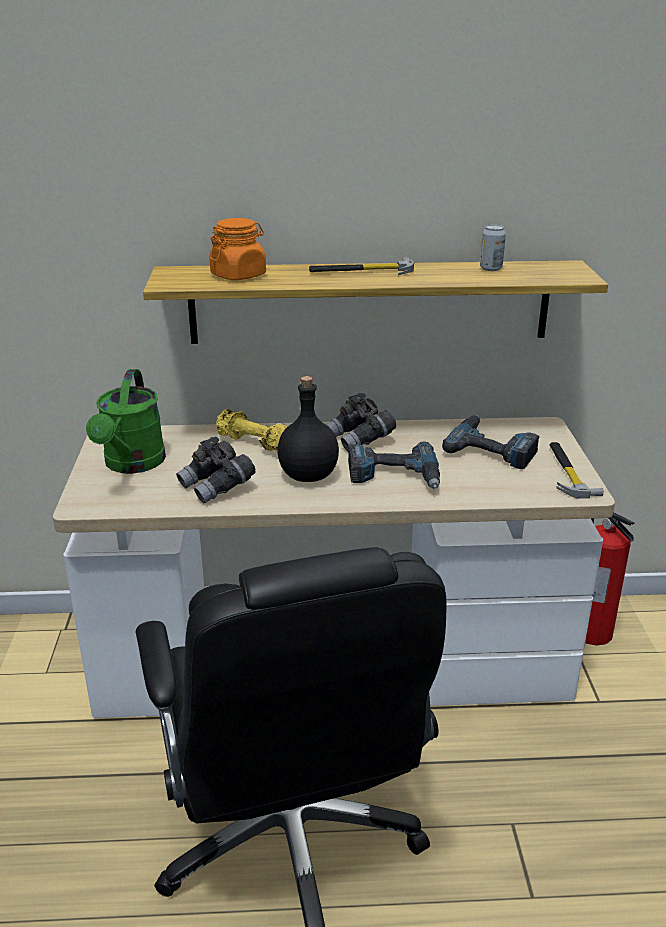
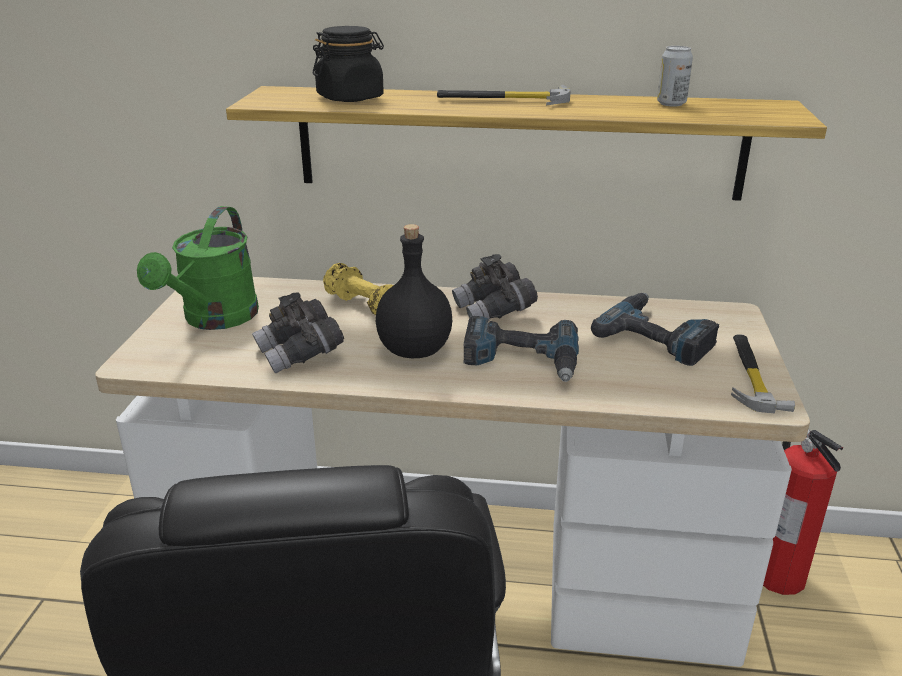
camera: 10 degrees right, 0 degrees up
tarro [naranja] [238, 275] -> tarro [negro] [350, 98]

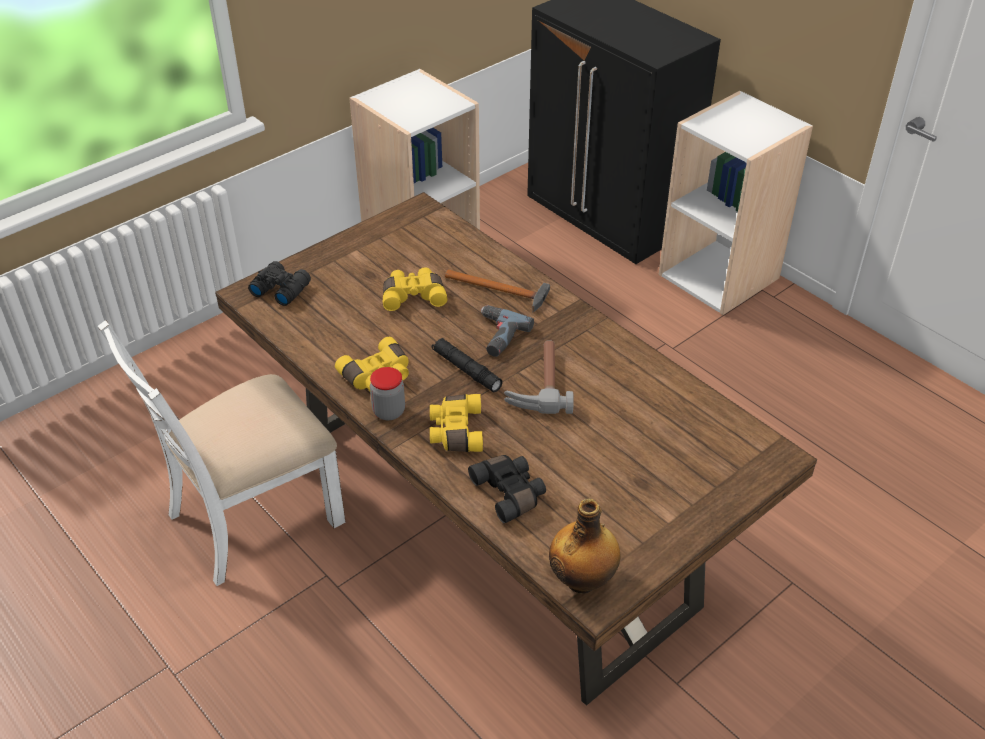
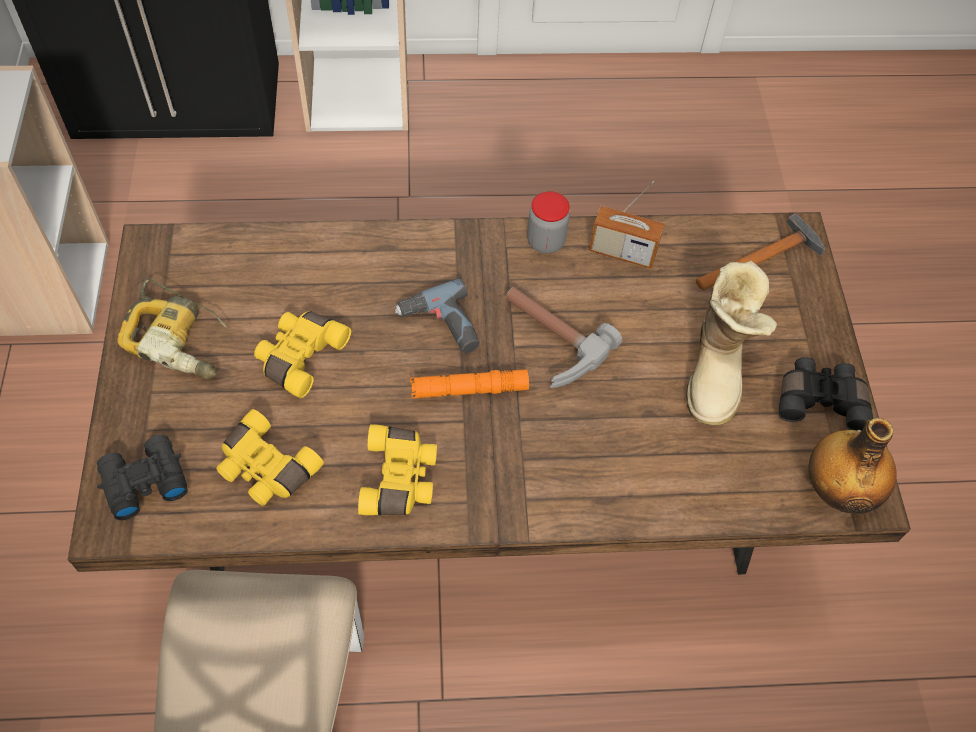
camera: 55 degrees left, 15 degrees up
tarro [389, 411] -> tarro [545, 242], shifted
prismáticos [amarillo] [455, 431] -> prismáticos [amarillo] [265, 469], shifted
linterna [negro] [466, 370] -> linterna [naranja] [469, 389]
martillo [500, 290] -> martillo [761, 258], shifted
prismáticos [negro] [510, 493] -> prismáticos [negro] [820, 400], shifted
none -> taladro [180, 338]
none -> radio [622, 252]
none -> bota [718, 370]

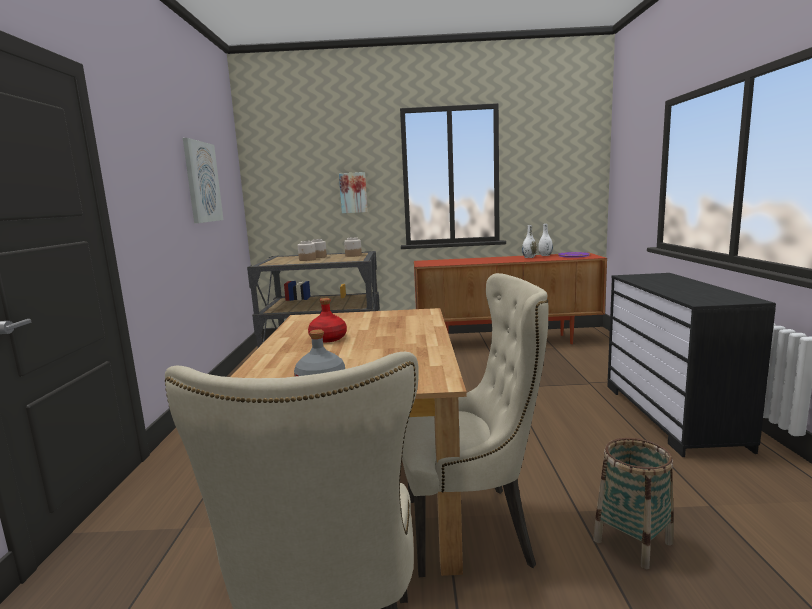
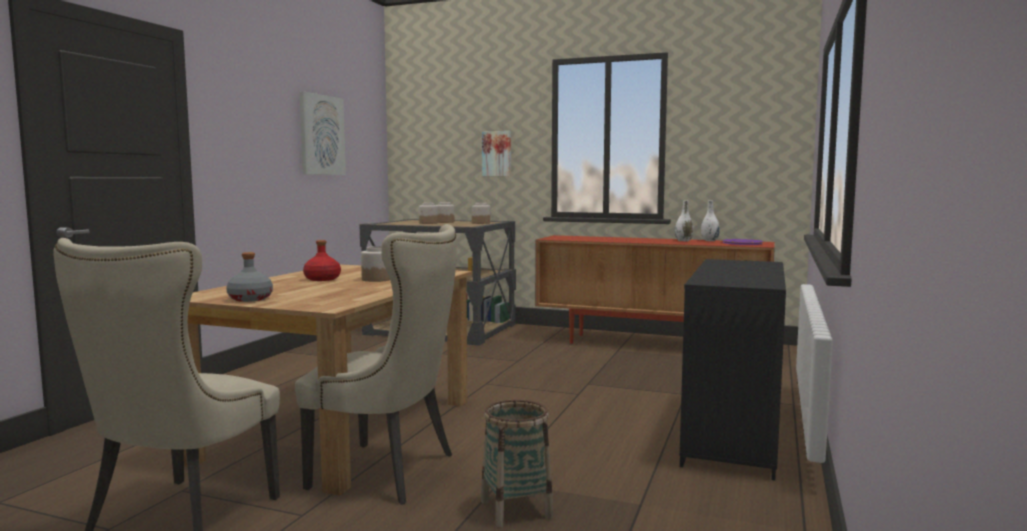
camera: 20 degrees right, 5 degrees down
none -> tarro [377, 279]

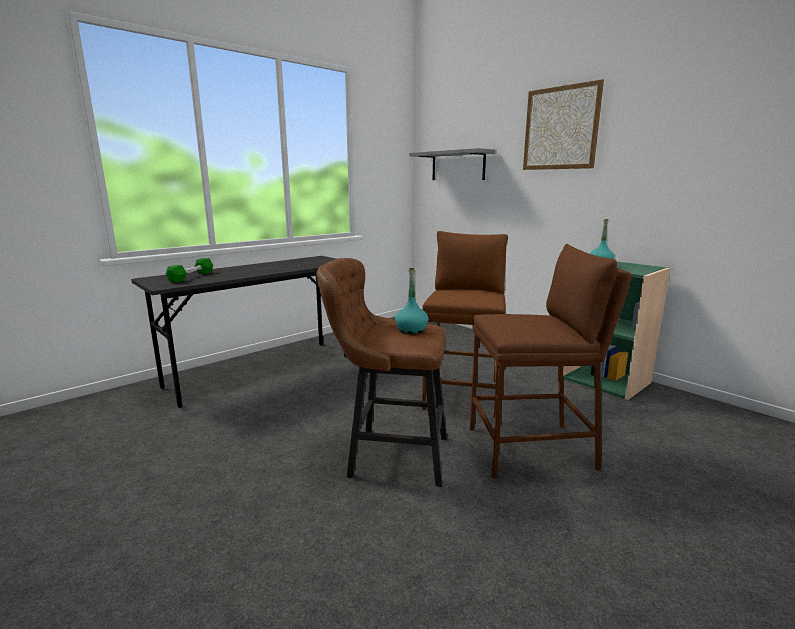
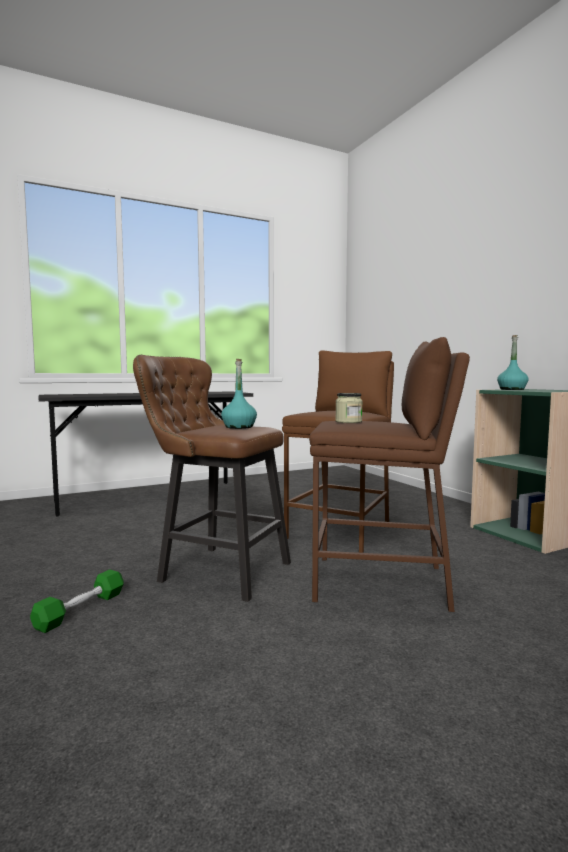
camera: 15 degrees right, 10 degrees down
mancuerna [verde] [191, 277] -> mancuerna [verde] [81, 610], shifted
estante [gris] [458, 166] -> none
cuadro [561, 127] -> none
none -> tarro [348, 421]

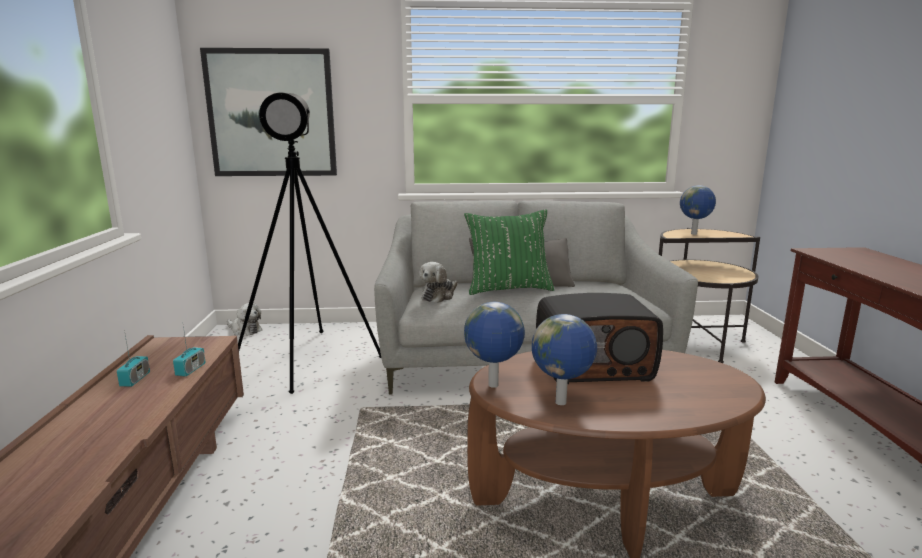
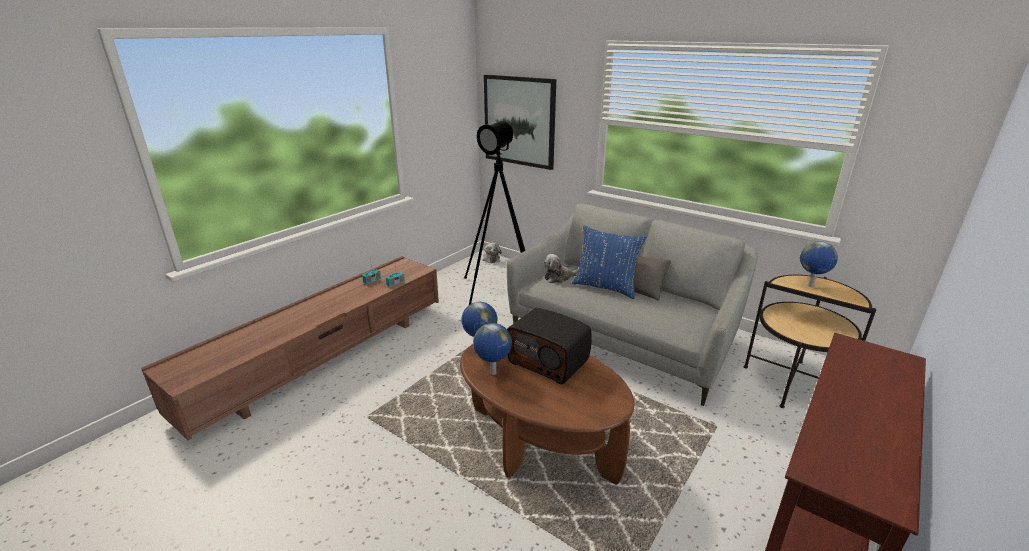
camera: 40 degrees right, 10 degrees up
cojín [verde] [508, 289] -> cojín [azul] [605, 287]

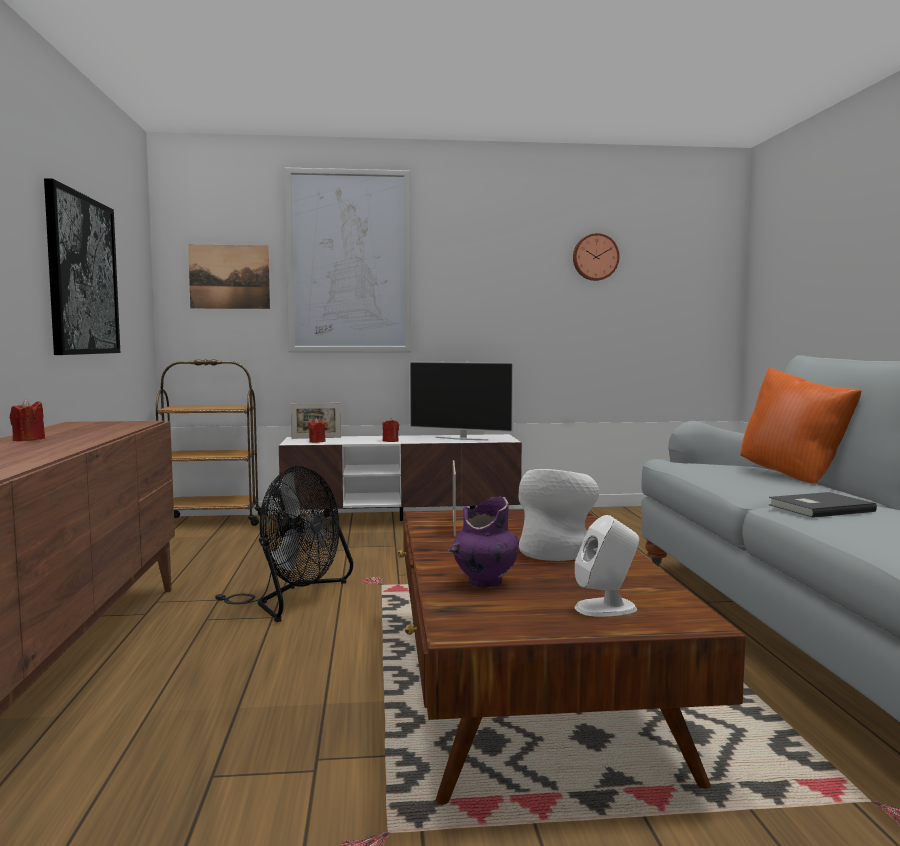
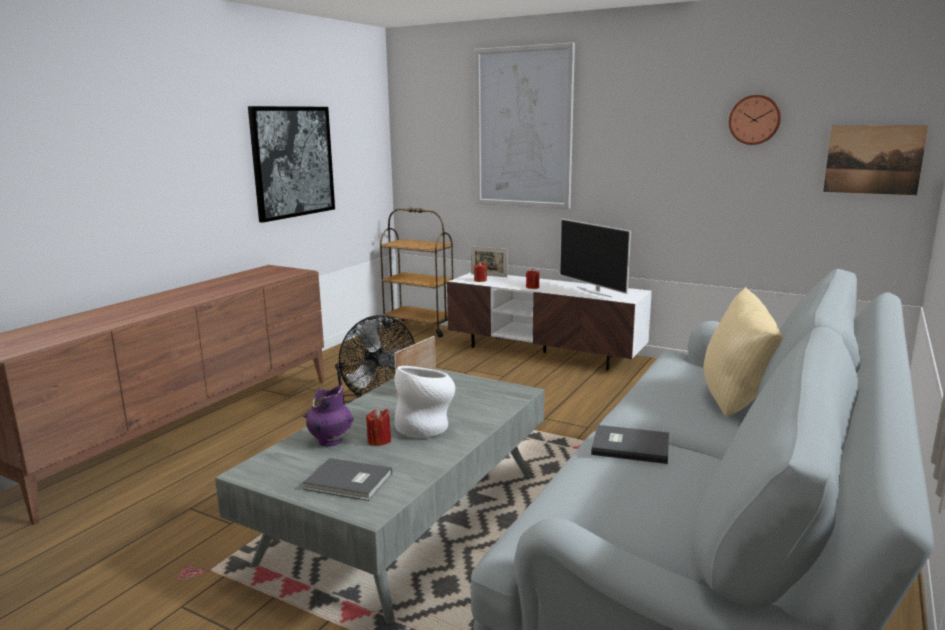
camera: 35 degrees right, 10 degrees up
vela [rojo] [28, 440] -> vela [rojo] [379, 441], shifted
cuadro [229, 277] -> cuadro [873, 159], shifted
mesa de centro [marrón] [525, 687] -> mesa de centro [gris] [404, 515]
altavoz [blanco] [606, 608] -> libro [gris] [348, 483]
cojín [naranja] [794, 476] -> cojín [beis] [738, 402]

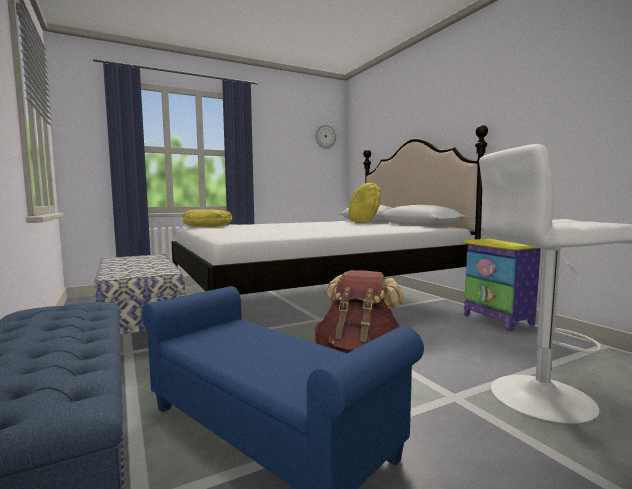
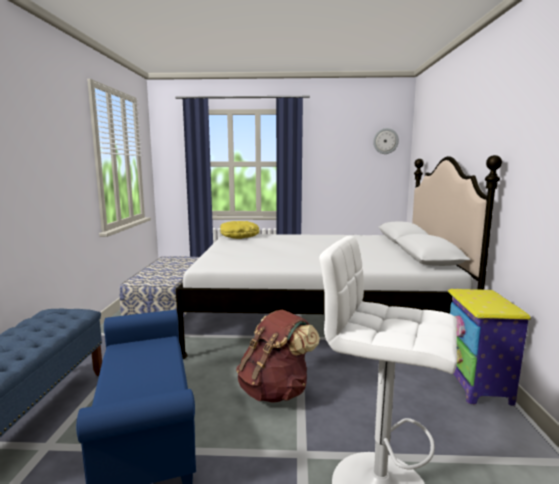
camera: 30 degrees right, 5 degrees up
cojín [amarillo] [364, 223] -> none

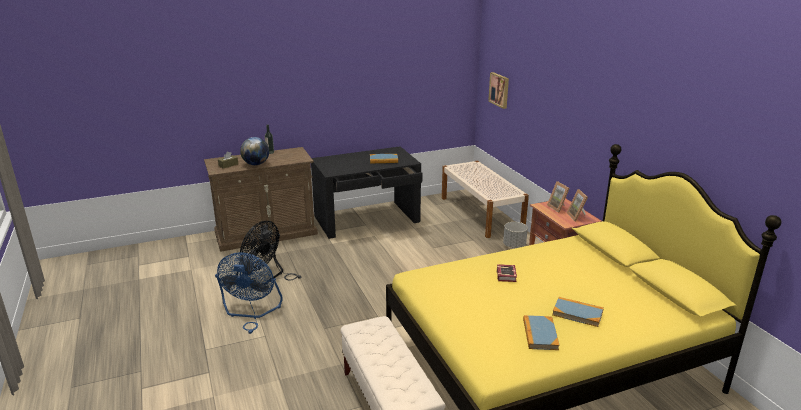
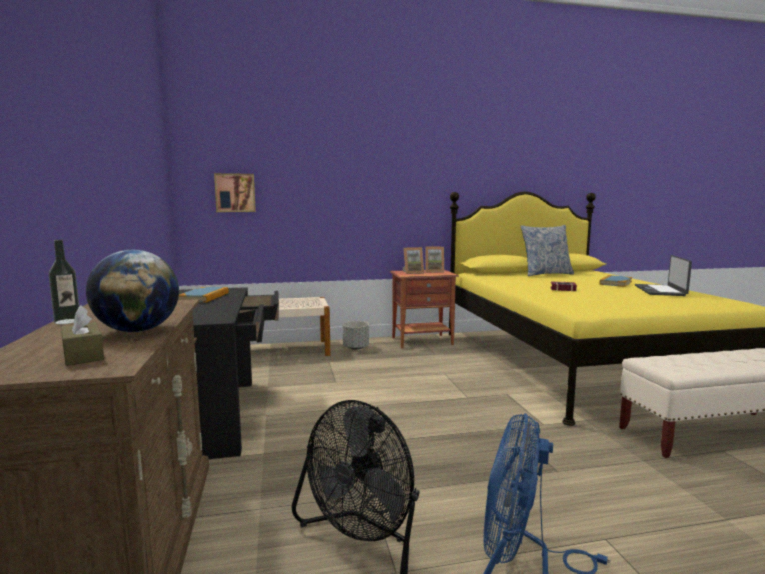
camera: 80 degrees left, 15 degrees down
libro [540, 334] -> portátil [660, 290]
none -> cojín [545, 274]

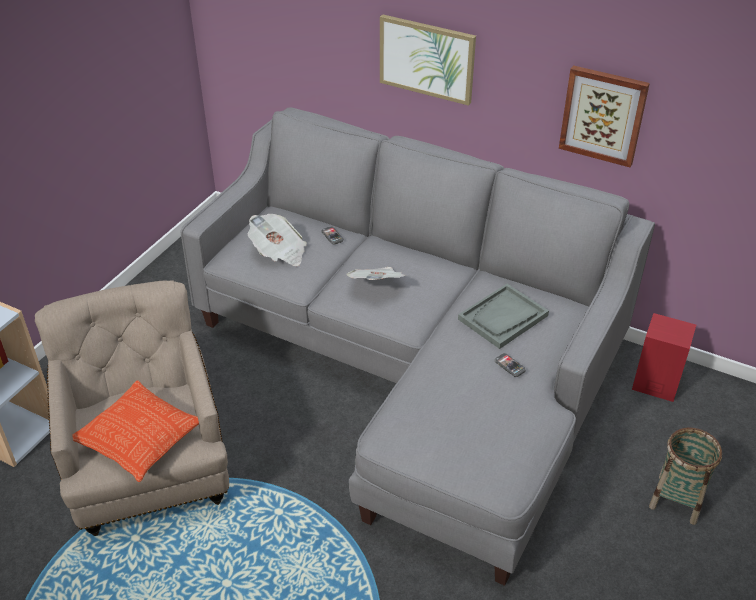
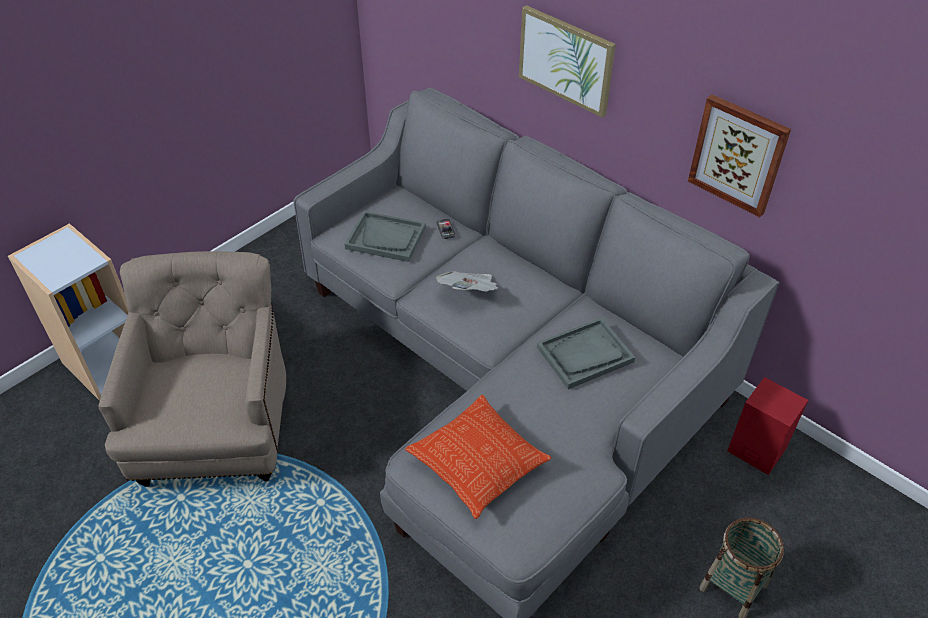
camera: 15 degrees right, 5 degrees up
cojín [naranja] [140, 440] -> cojín [naranja] [478, 464], shifted
periódico [279, 252] -> bandeja [gris] [386, 238]
móvil [510, 366] -> none

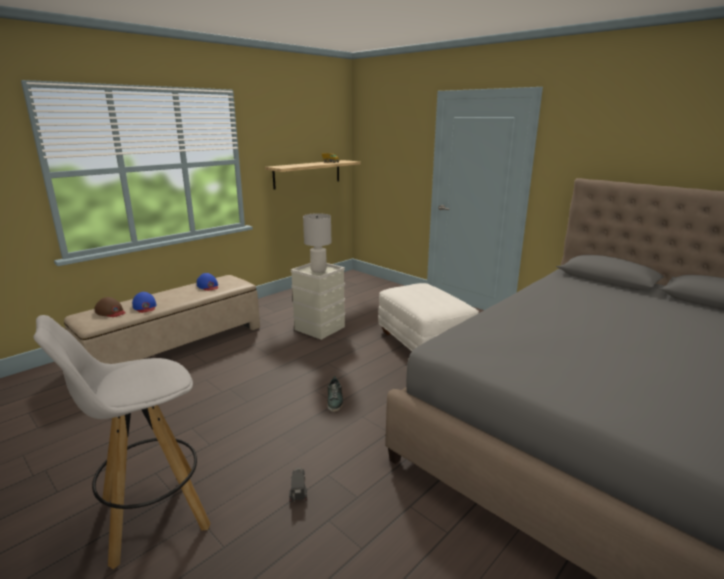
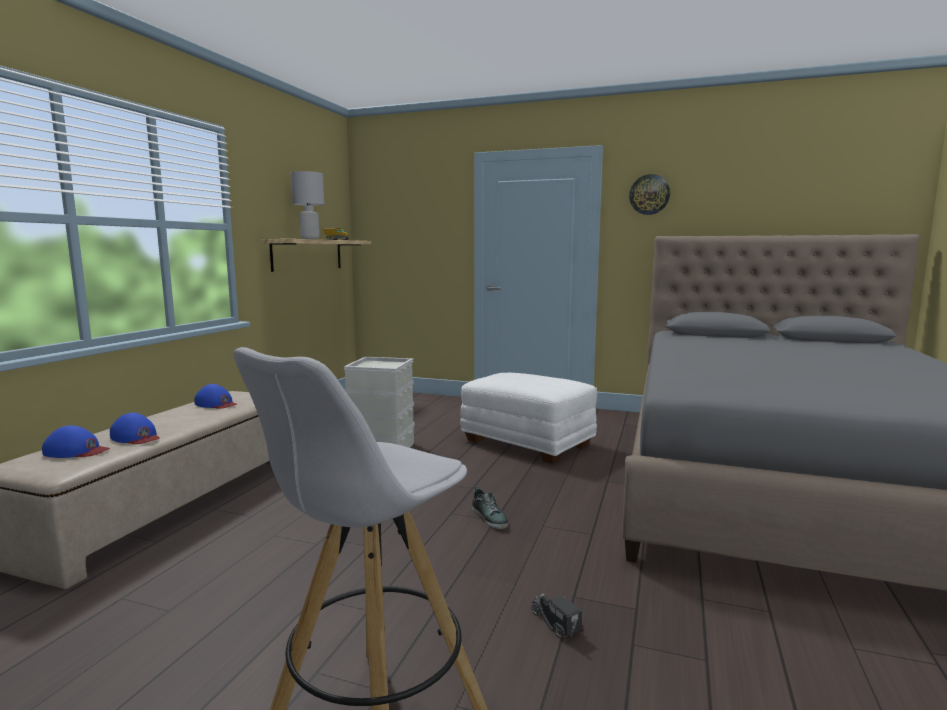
camera: 25 degrees left, 10 degrees down
gorra [marrón] [111, 312] -> gorra [azul] [76, 451]
lámpara de mesa [gris] [318, 271] -> lámpara de mesa [gris] [310, 239], shifted
none -> reloj de pared [649, 194]

